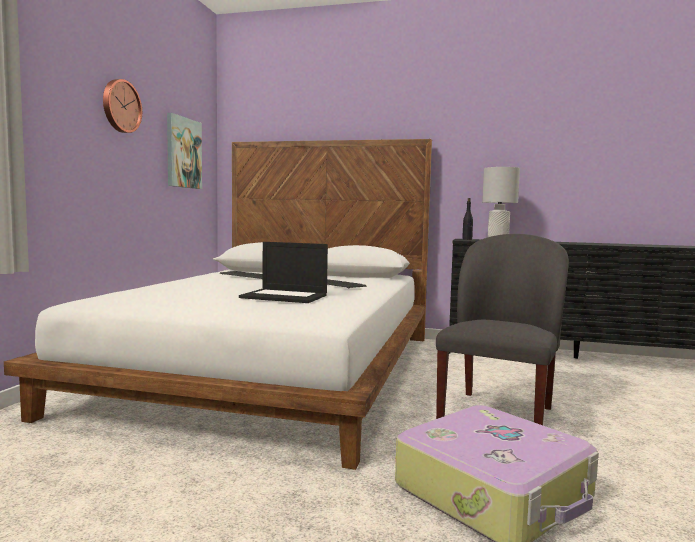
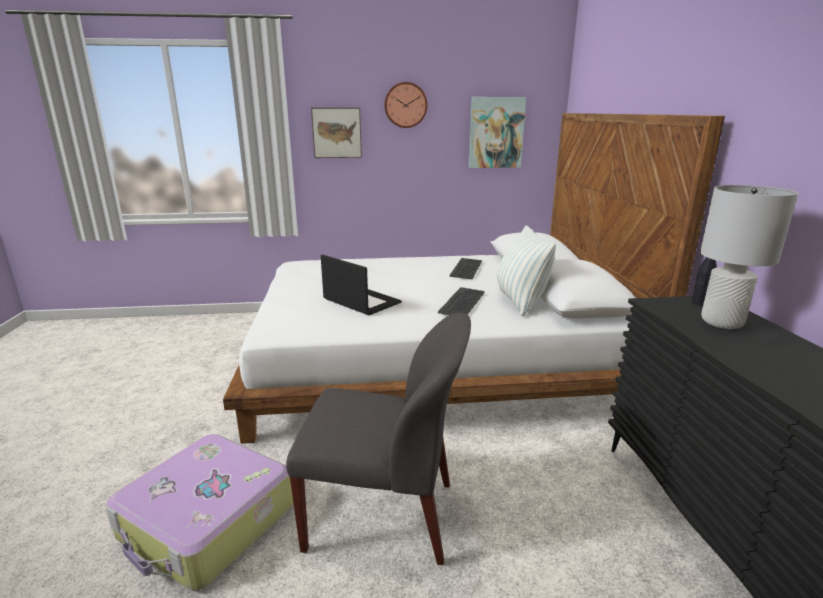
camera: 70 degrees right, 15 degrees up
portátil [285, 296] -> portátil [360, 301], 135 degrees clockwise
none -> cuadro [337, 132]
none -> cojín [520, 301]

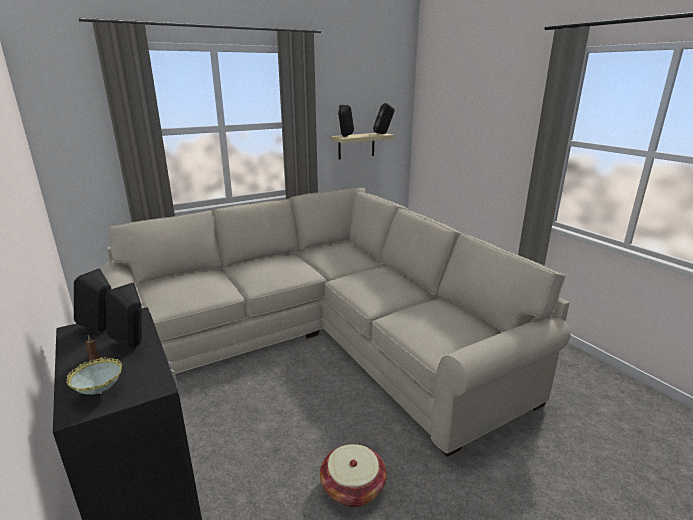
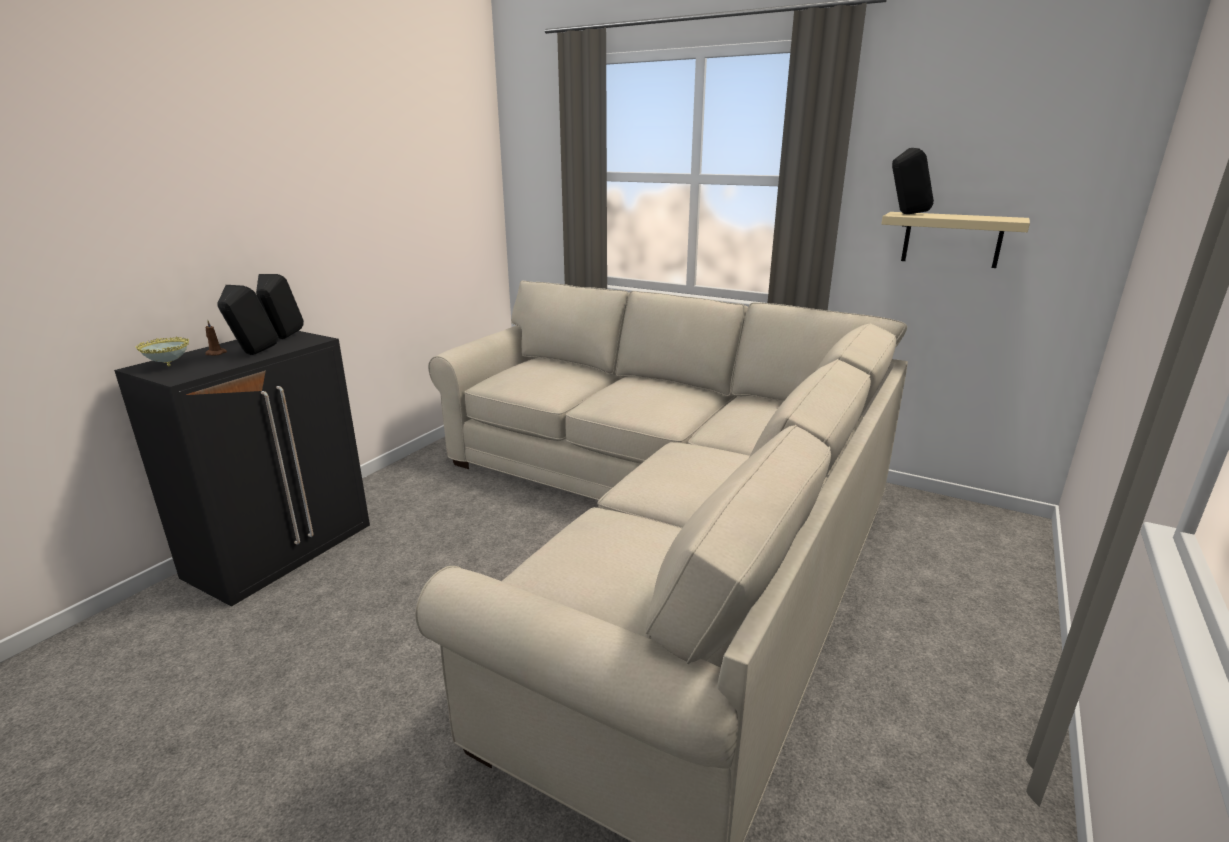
camera: 60 degrees right, 0 degrees up
cesta [353, 487] -> none
altavoz [negro] [383, 134] -> none

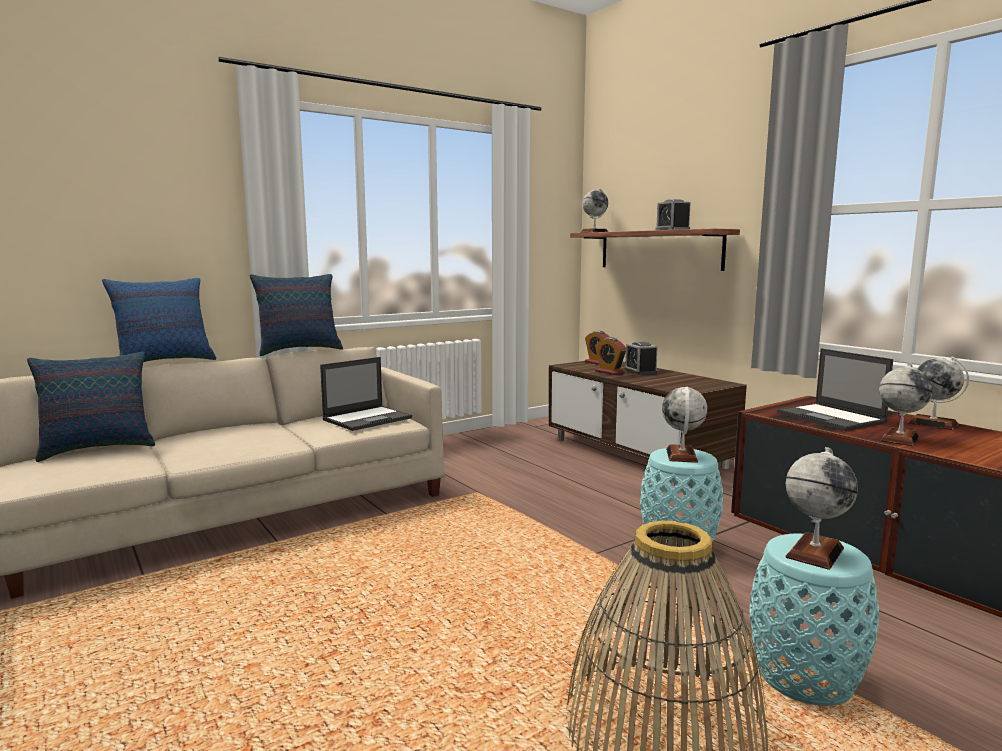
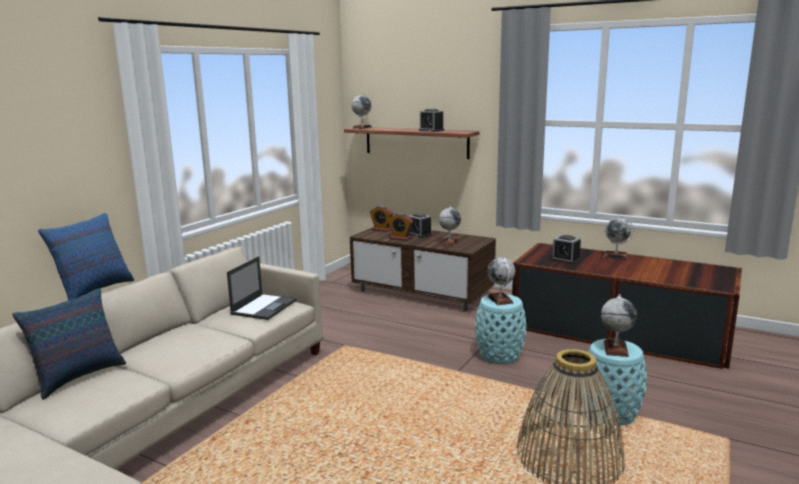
camera: 25 degrees left, 5 degrees up
cojín [azul] [299, 351] -> none
portátil [831, 418] -> despertador [565, 260]
globo terráqueo [899, 438] -> globo terráqueo [449, 242], shifted

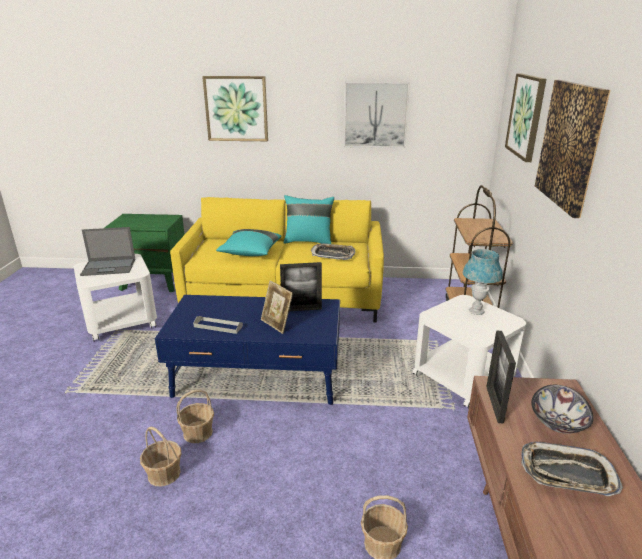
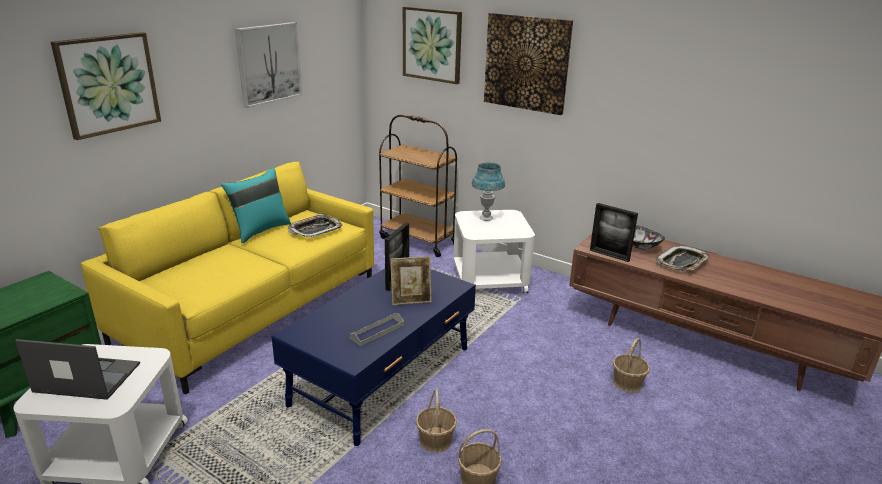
camera: 60 degrees left, 0 degrees up
portátil [109, 267] -> portátil [86, 377], 105 degrees counterclockwise
cojín [turquesa] [250, 253] -> none

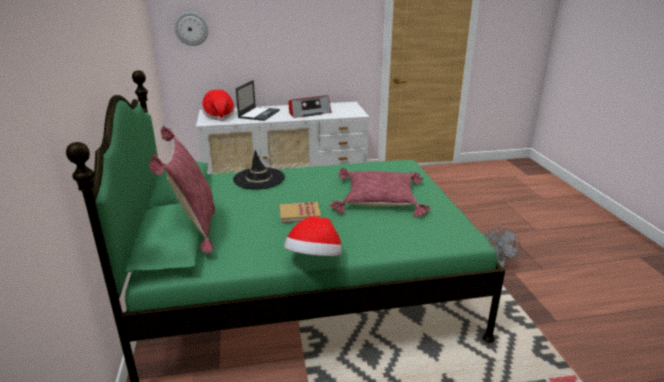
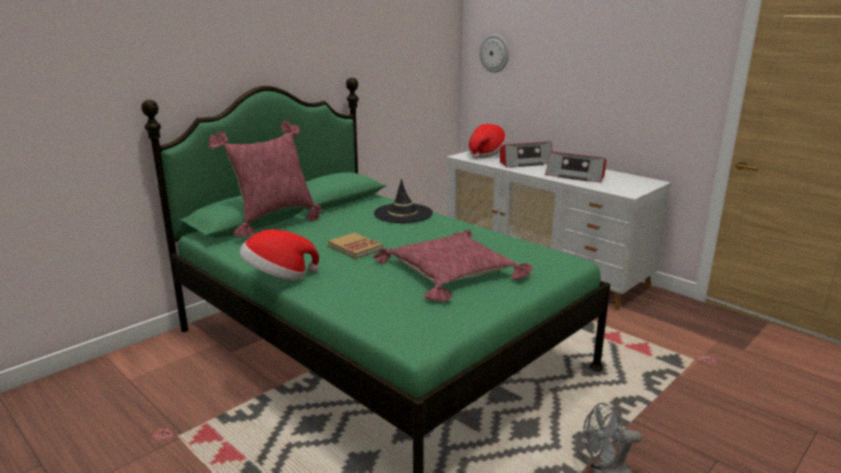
camera: 55 degrees right, 5 degrees down
portátil [259, 114] -> radio [525, 163]

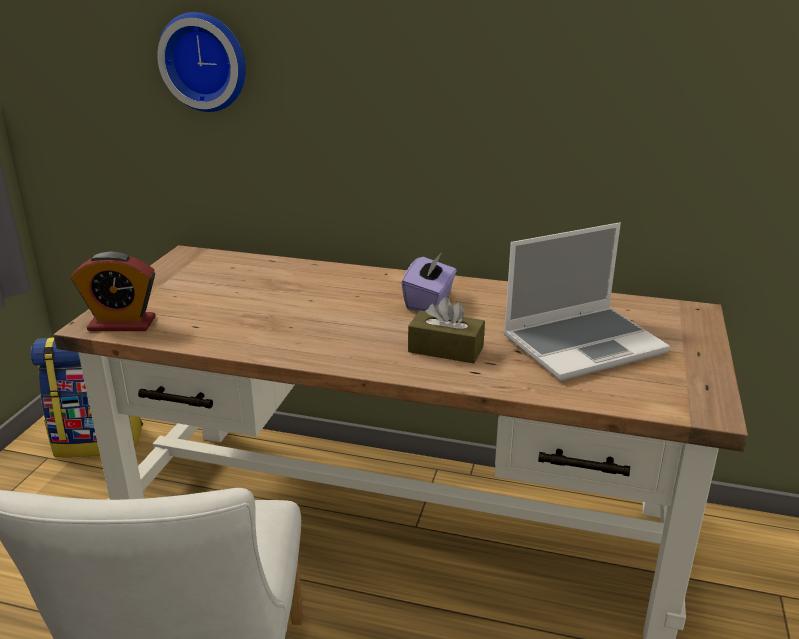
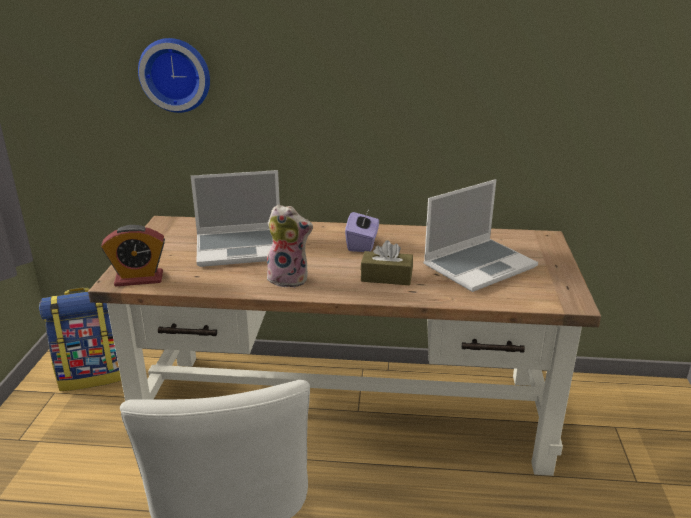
camera: 10 degrees left, 0 degrees up
none -> portátil [242, 248]
none -> peluche [290, 279]

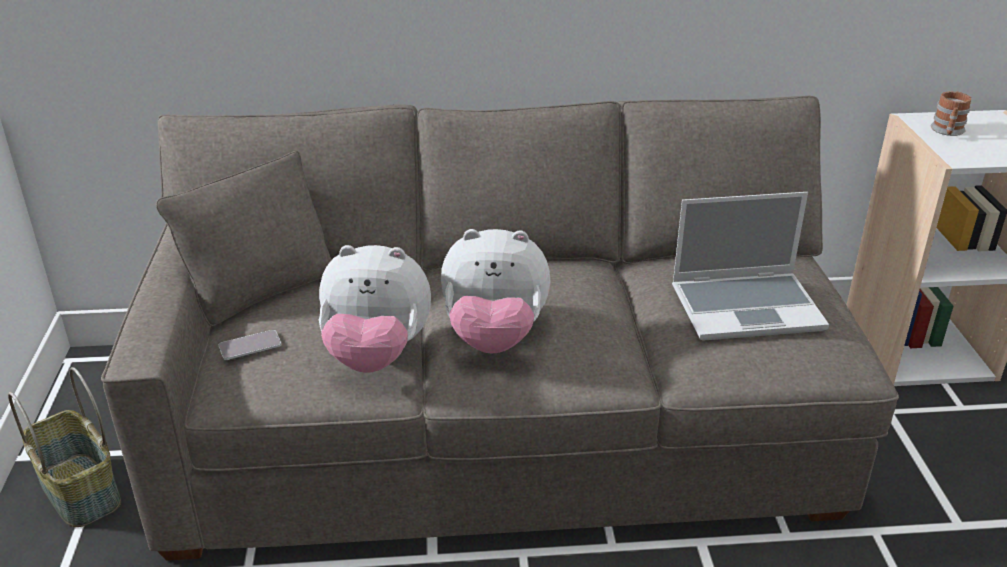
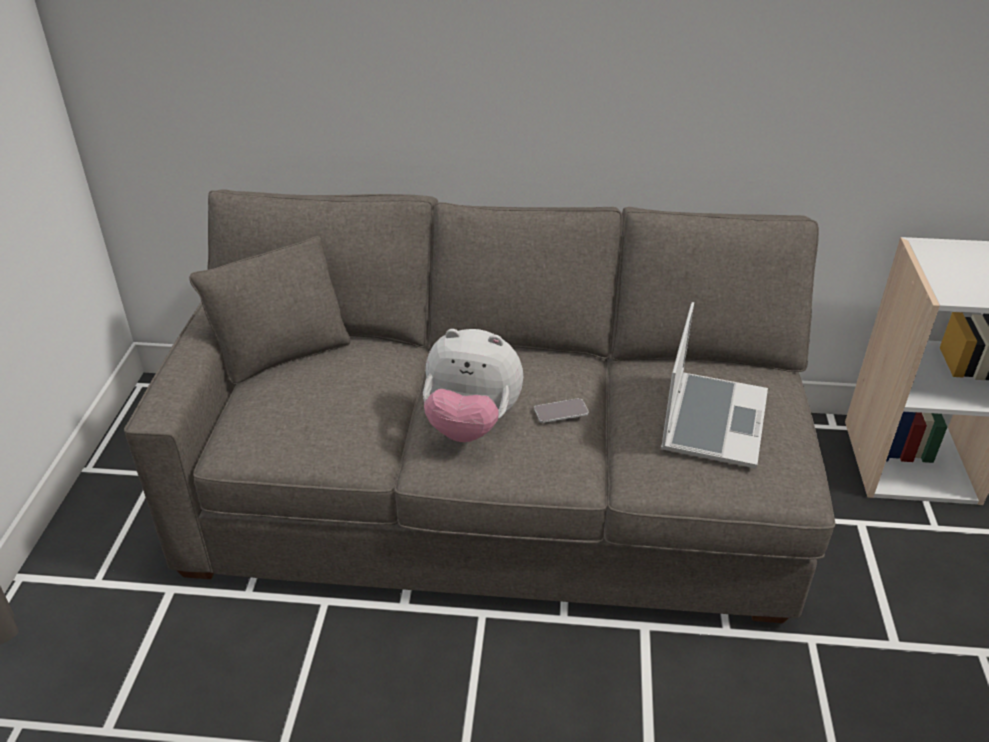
camera: 10 degrees right, 5 degrees up
cesta [78, 491] -> none
móvil [250, 346] -> móvil [561, 411], shifted
peluche [376, 355] -> none
portátil [747, 307] -> portátil [712, 420], 75 degrees counterclockwise
taza grande [947, 131] -> none

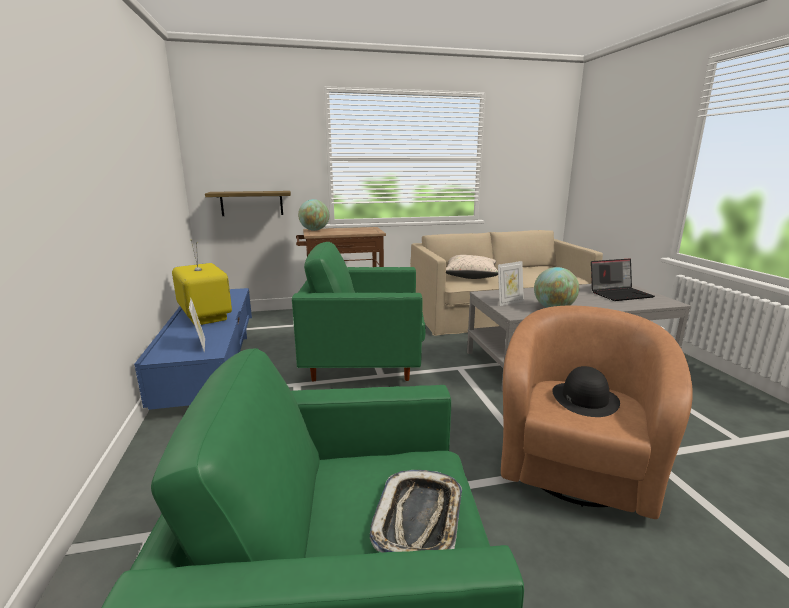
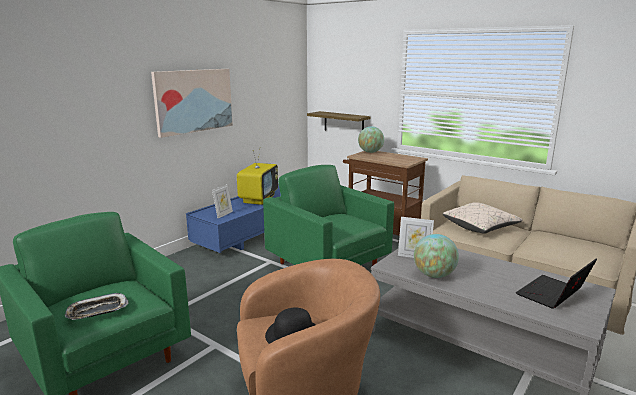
camera: 50 degrees right, 0 degrees up
portátil [620, 294] -> portátil [553, 295], 105 degrees clockwise
none -> cuadro [194, 101]

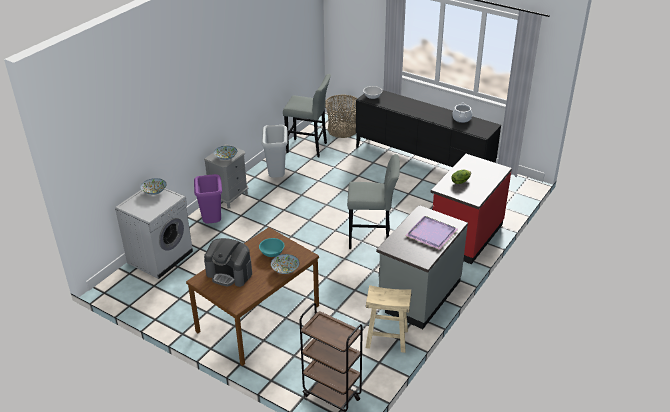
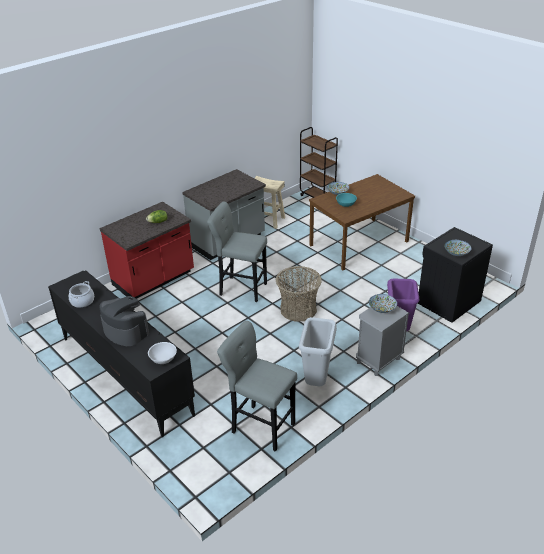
camera: 165 degrees left, 0 degrees up
lavadora [blanco] [161, 258] -> lavadora [negro] [447, 301]
cafetera [230, 273] -> cafetera [125, 331], shifted
cesta [342, 130] -> cesta [298, 309], shifted
bandeja [morado] [430, 234] -> none

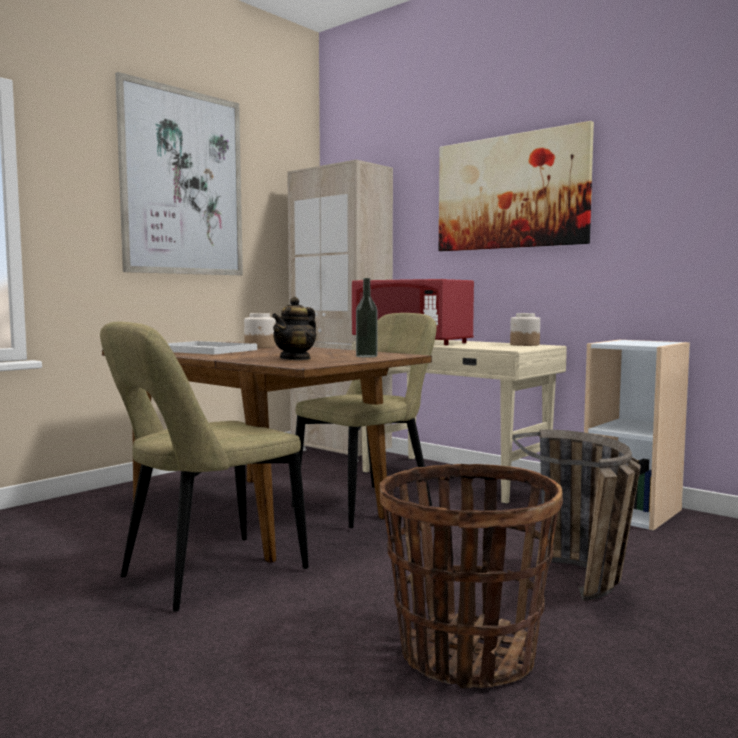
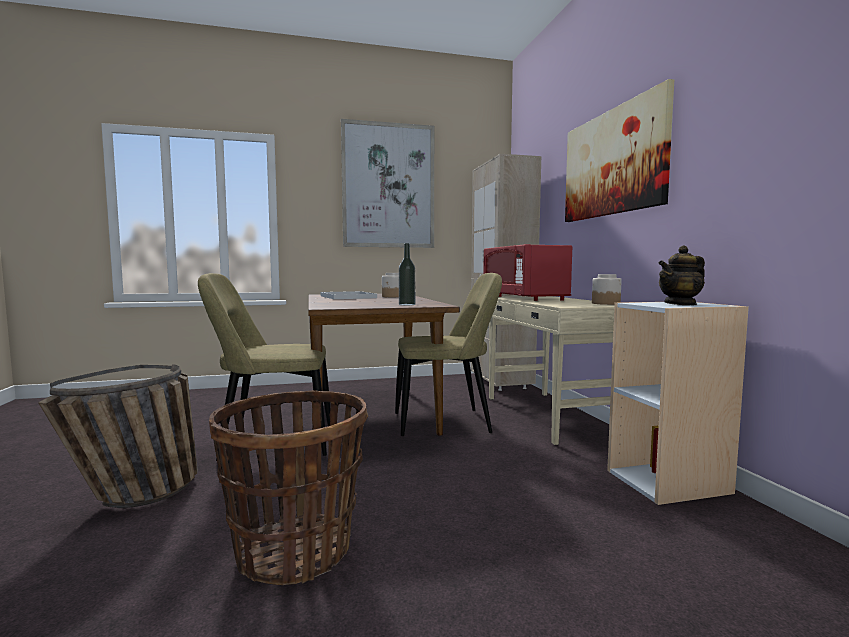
camera: 35 degrees right, 0 degrees up
tetera [295, 359] -> tetera [680, 304], shifted
cesta [586, 588] -> cesta [136, 498], shifted

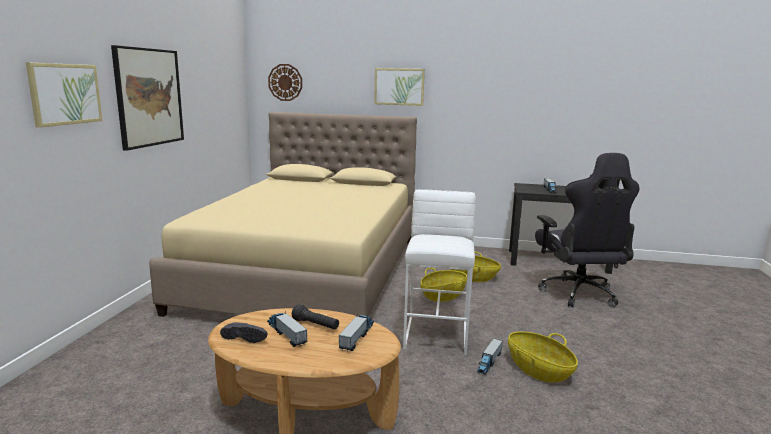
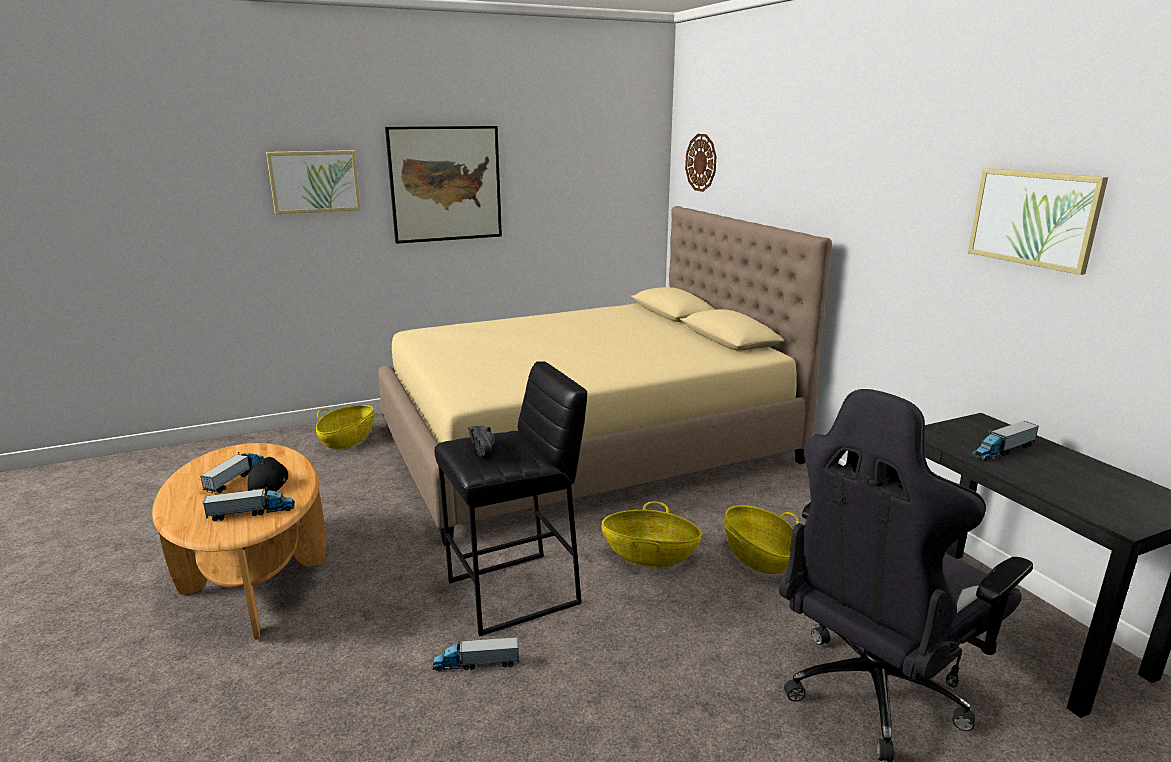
camera: 55 degrees right, 5 degrees up
zapato [negro] [246, 338] -> zapato [negro] [486, 448], shifted
linterna [negro] [316, 325] -> gorra [negro] [268, 483]
cuadro [399, 86] -> cuadro [1034, 218], shifted
taburete [blanco] [436, 334] -> taburete [negro] [515, 592]
cesta [538, 370] -> cesta [348, 439], shifted

